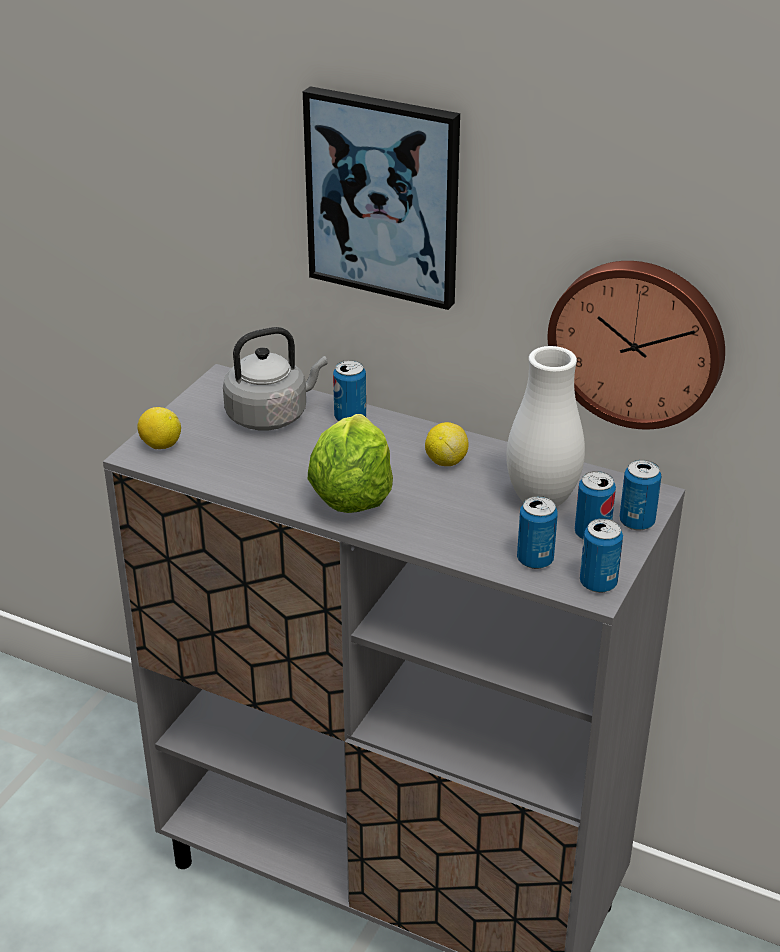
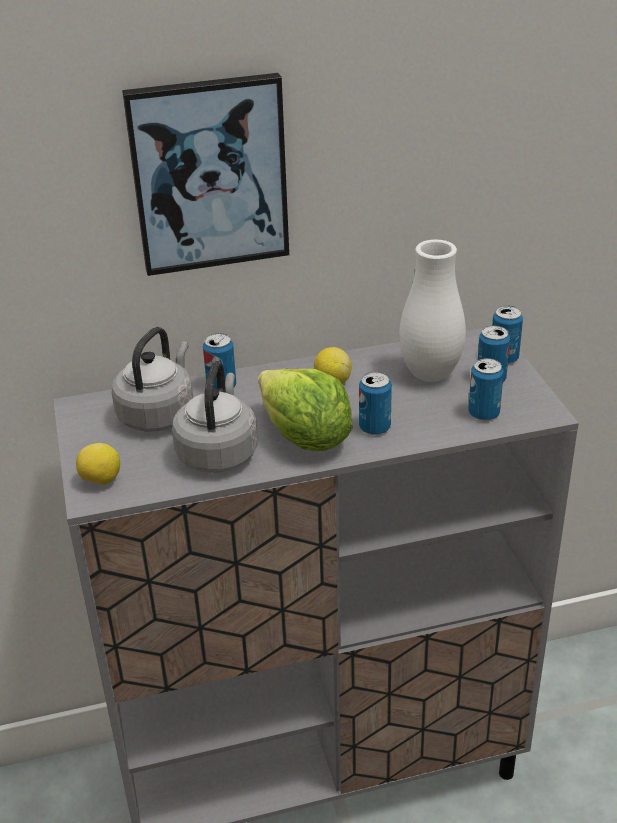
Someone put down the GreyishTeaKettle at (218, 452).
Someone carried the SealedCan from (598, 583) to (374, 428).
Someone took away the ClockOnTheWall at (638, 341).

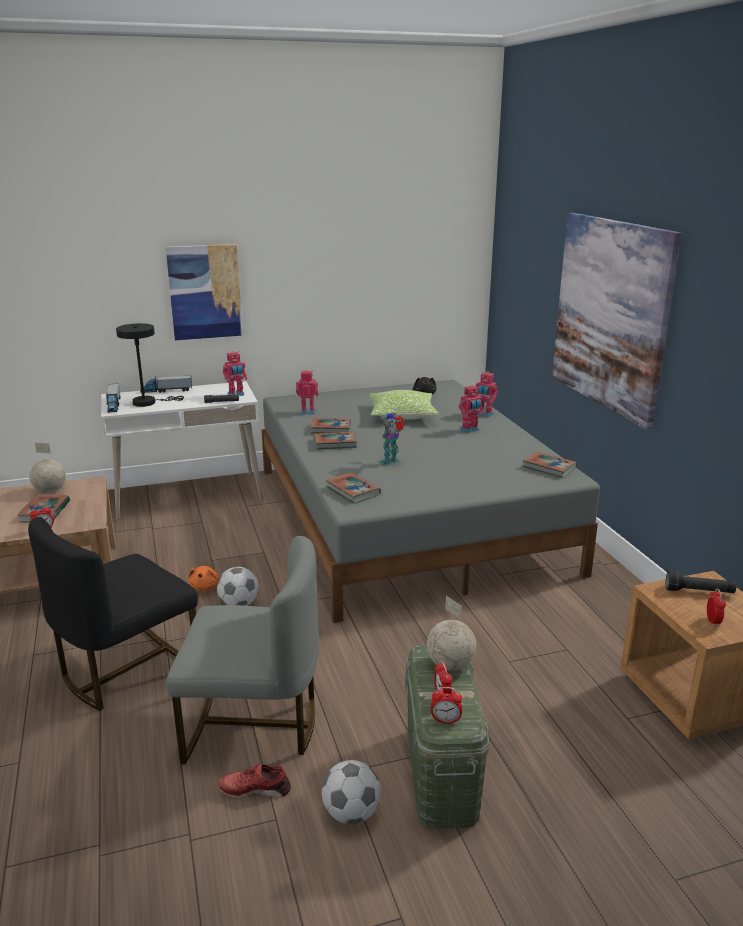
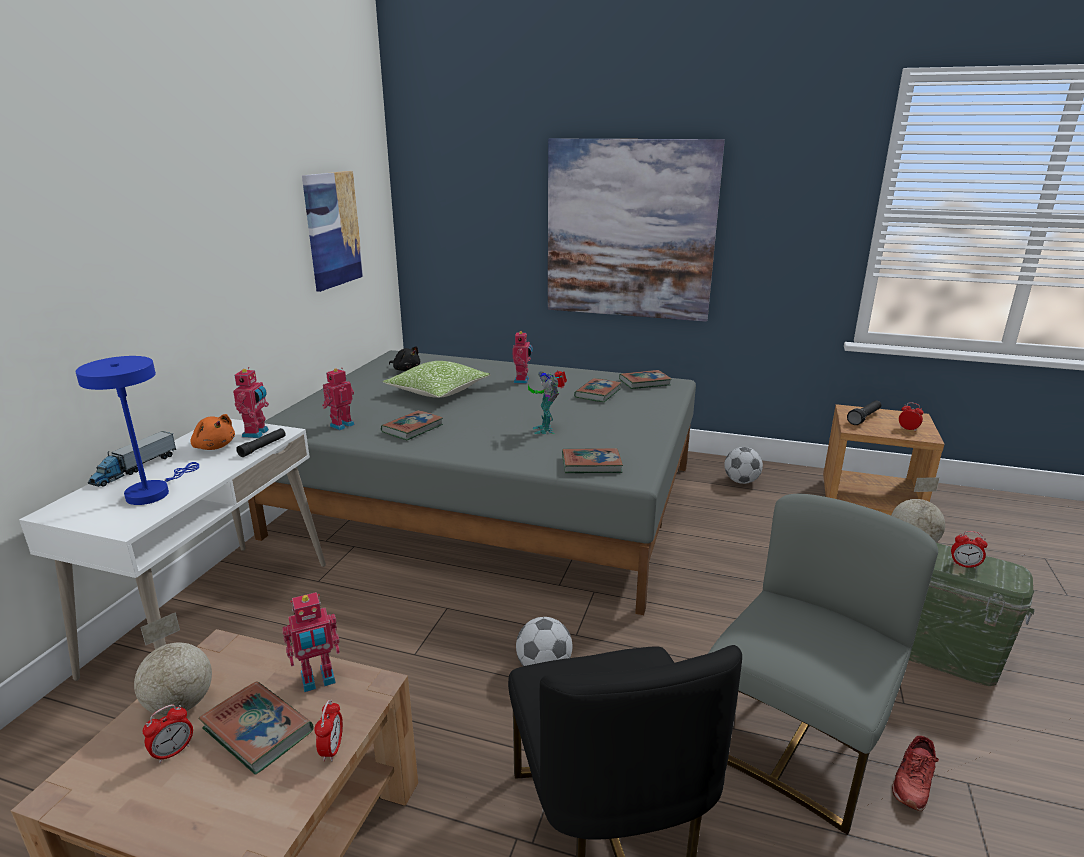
Someone repainted the BlackishLampForATable at (148, 402), which became the BluishLampForATable at (152, 492).
Someone carried the BedsideClock from (445, 721) to (173, 752).
Someone carried the OrangeColouredPlushToy from (205, 587) to (214, 446).
Someone carried the RobotFigure from (484, 414) to (318, 680).
Someone carried the WallArt from (205, 292) to (333, 229).
Someone carried the Book from (335, 443) to (598, 393).
Someone carried the BallForFootball from (351, 813) to (741, 481).
Someone took away the ToyTruck at (114, 405).

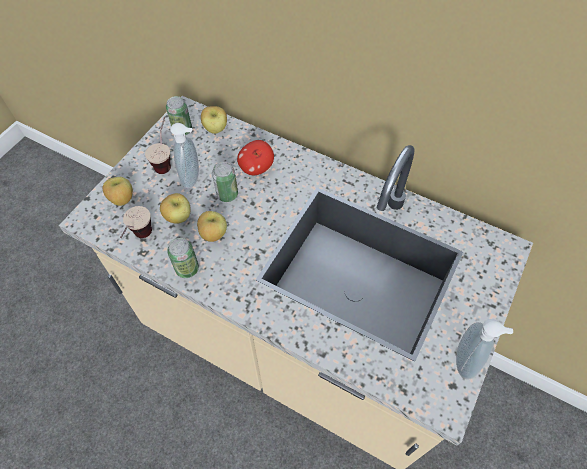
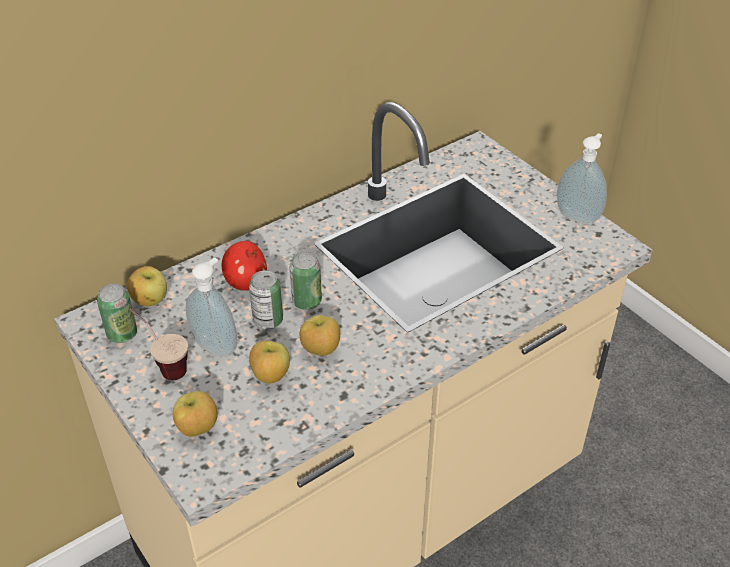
Someone carried the SealedCan from (187, 269) to (307, 301).
Someone took away the SmallCup at (140, 240).

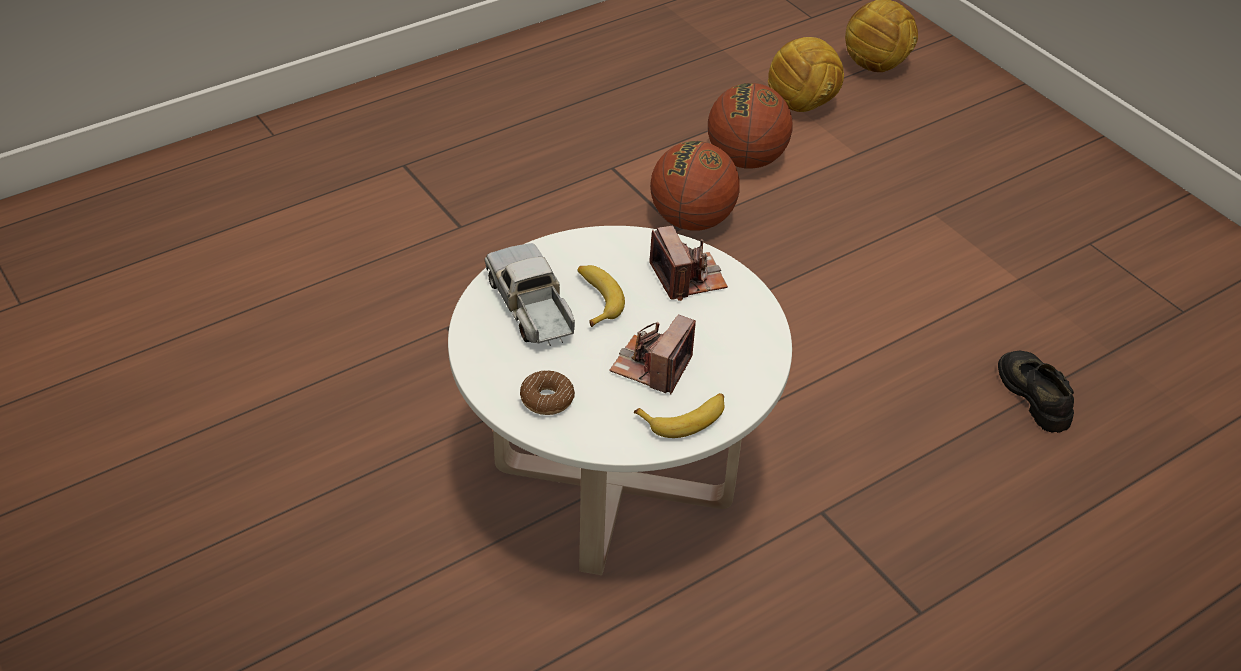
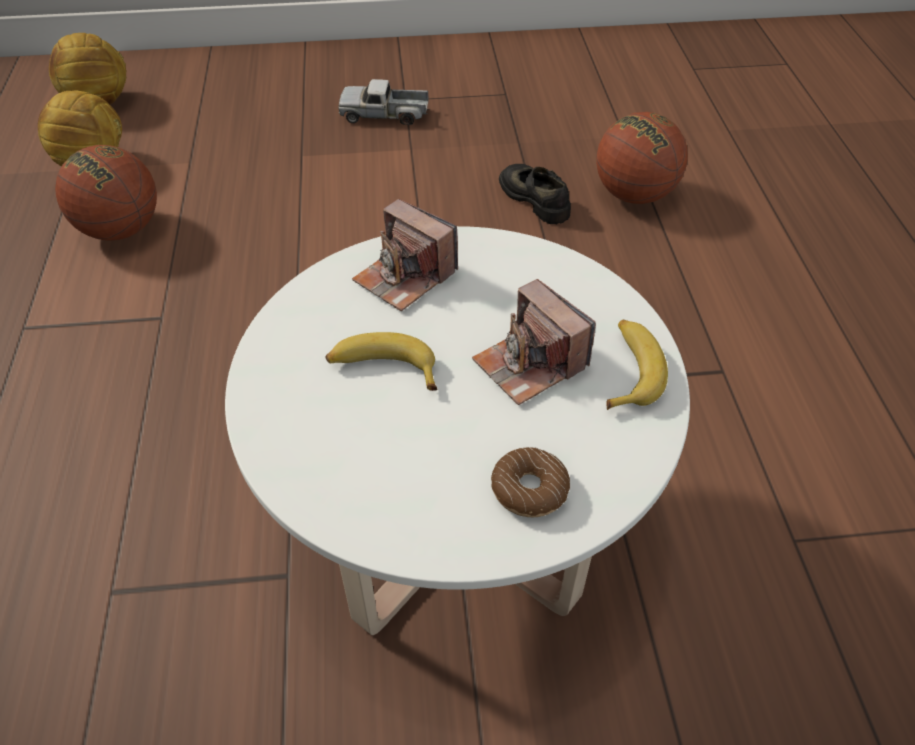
Someone carried the ToyTruck from (532, 307) to (384, 114).
Someone rotated the PhotoCamera at (687, 277) by 150 degrees counterclockwise.
Someone rotated the BlackishShoe at (1035, 395) by 45 degrees clockwise.
Someone carried the Basketball from (692, 220) to (634, 195).

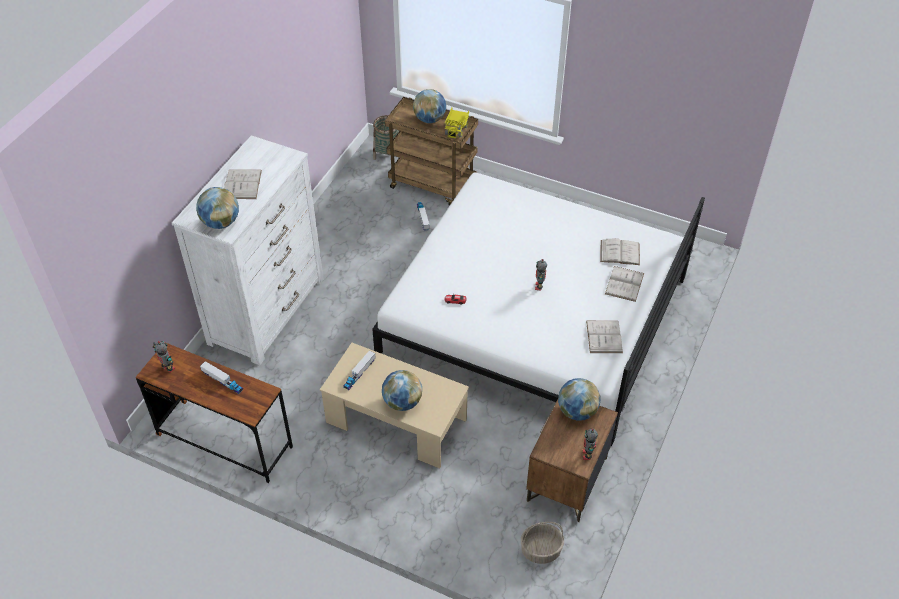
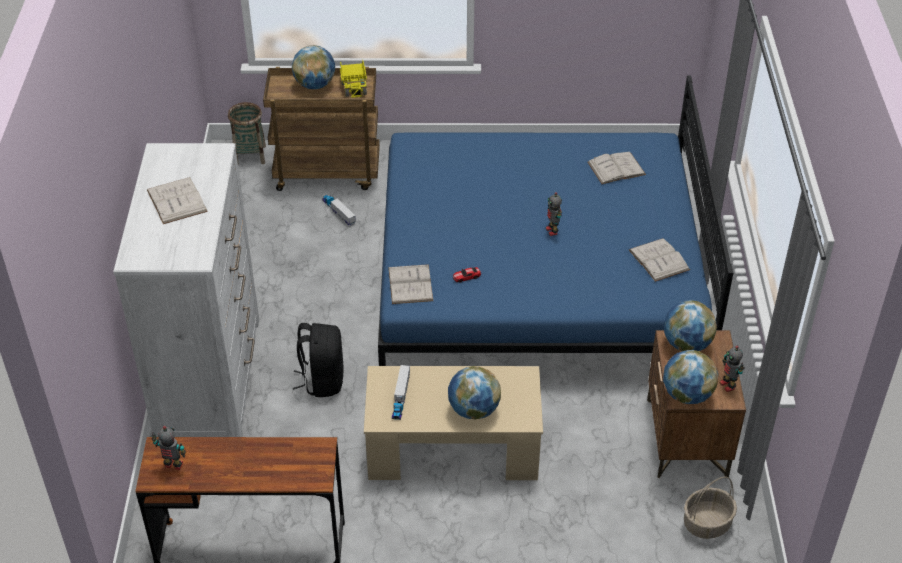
Someone put down the BlackishRucksack at (322, 380).
Someone repainted the WhiteColouredBed at (535, 316), which became the BluishBed at (539, 277).
Someone carried the WhiteColouredBook from (624, 283) to (410, 284).
Someone carried the WorldGlobe from (220, 222) to (686, 395).
Someone took away the ToyTruck at (222, 381).

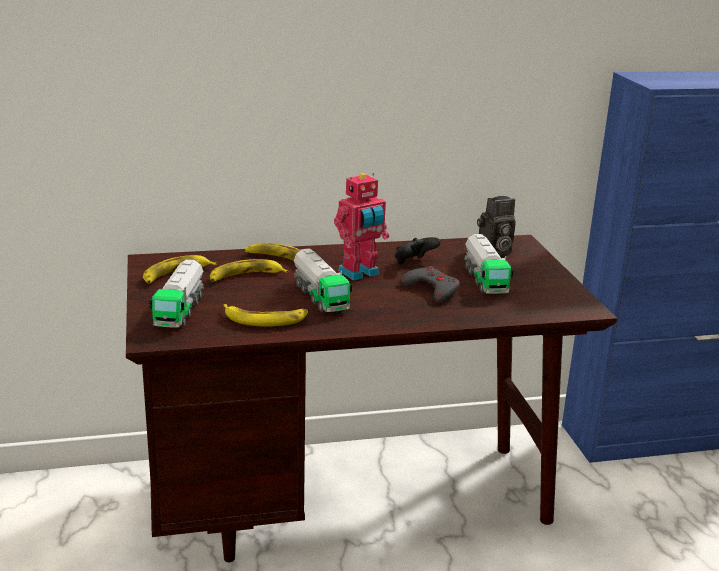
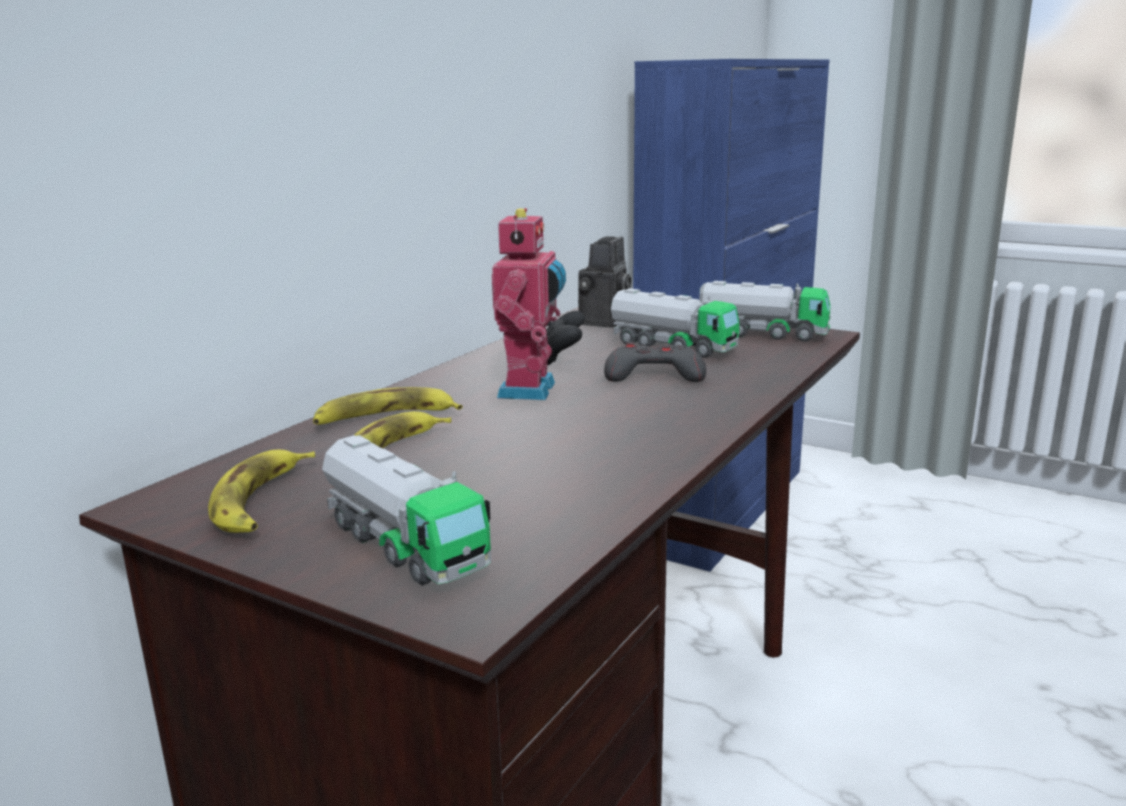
Someone carried the ToyTruck from (320, 296) to (762, 333).
Someone took away the WholeBanana at (265, 319).

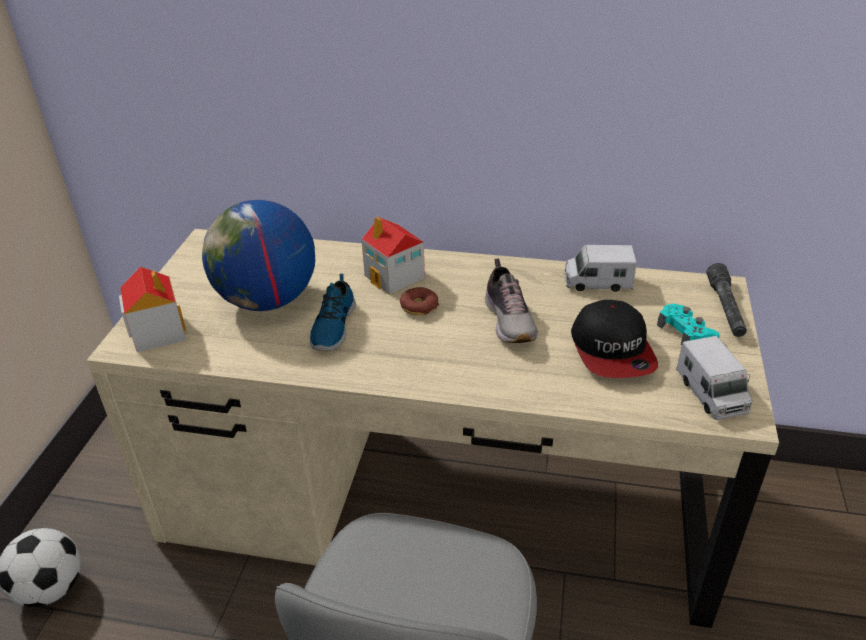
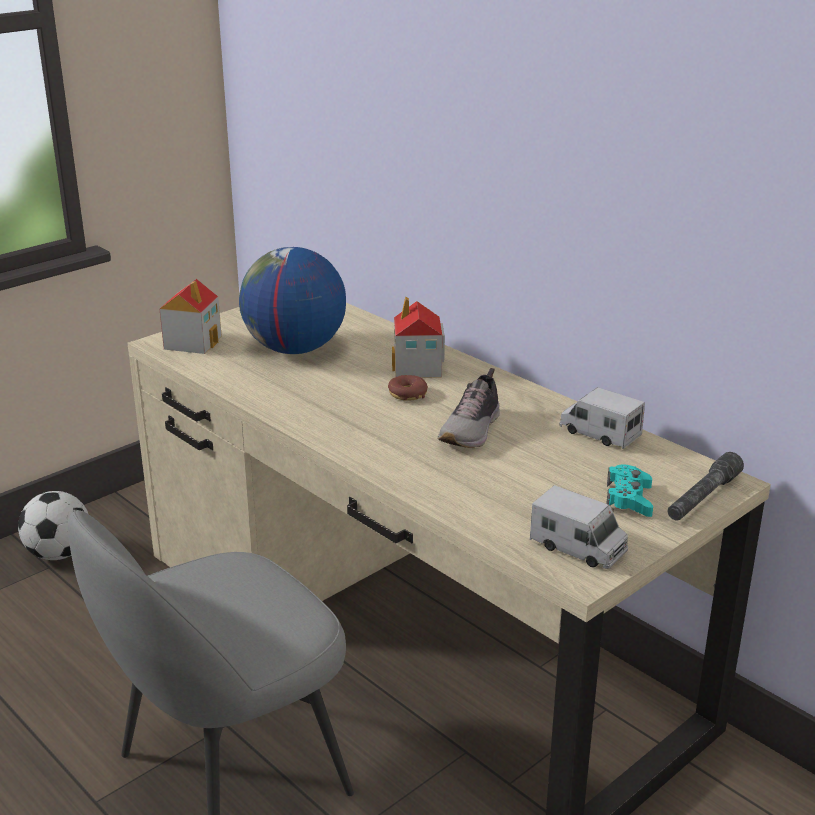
Someone rotated the ToyTruck at (711, 393) by 75 degrees counterclockwise.
Someone took away the Shoe at (332, 326).
Someone took away the PeakedCap at (613, 350).

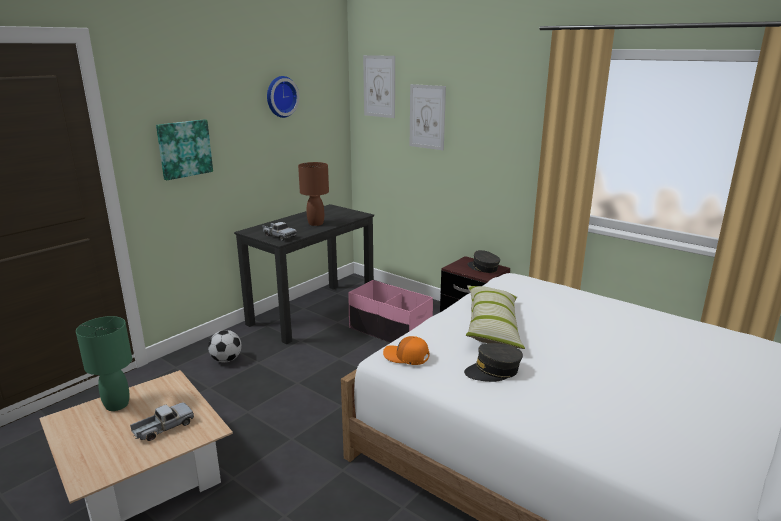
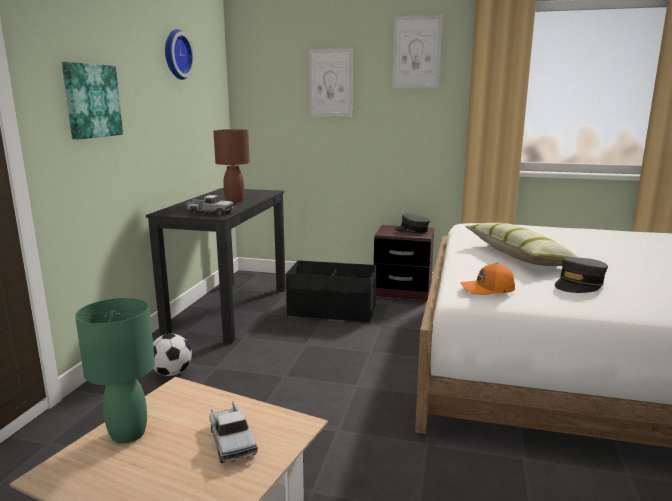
Someone rotated the ToyTruck at (163, 428) by 135 degrees clockwise.
Someone repainted the PinkishStorageBox at (390, 331), which became the BlackishStorageBox at (332, 311).
Someone carried the WallArt from (379, 86) to (416, 52).

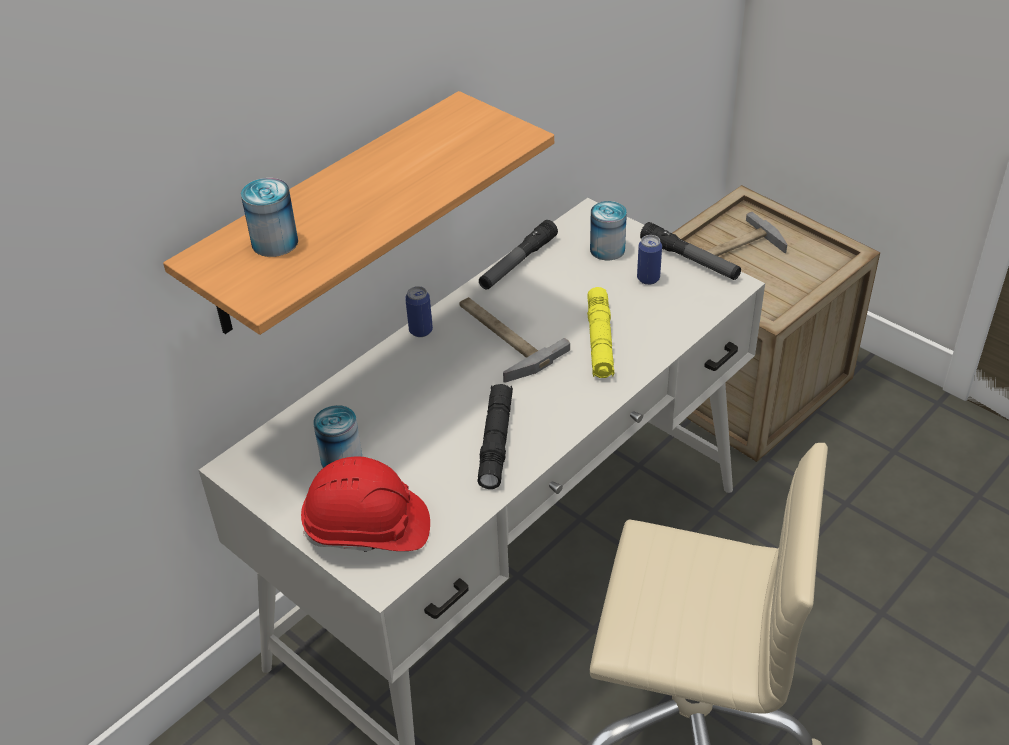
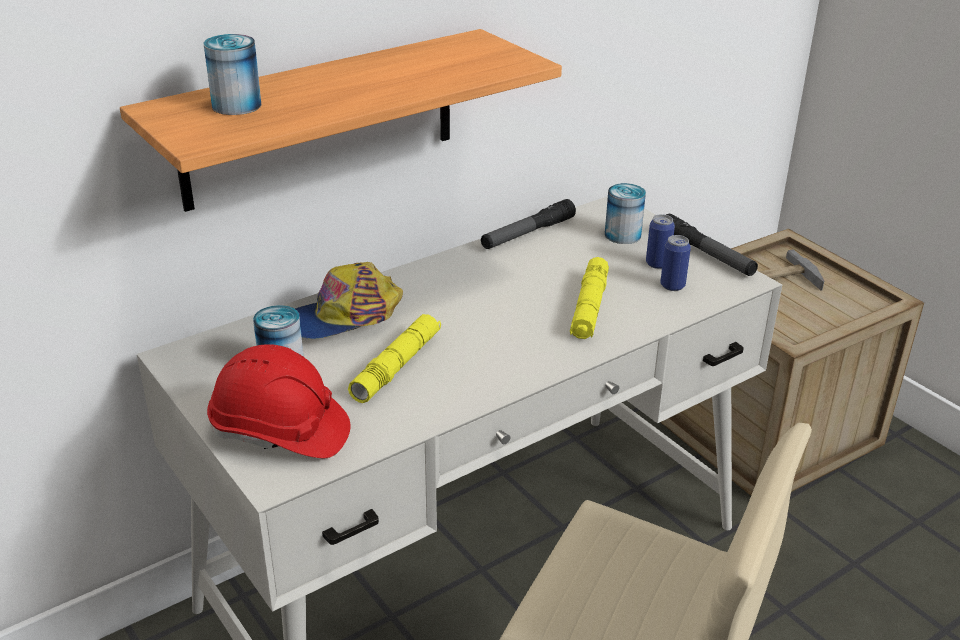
Someone put down the PeakedCap at (345, 317).
Someone put down the YellowColouredHandTorch at (396, 366).
Someone carried the SealedCan from (421, 331) to (672, 286).
Someone took away the HandHammer at (501, 337).
Someone took away the BlackishHandTorch at (496, 441).

